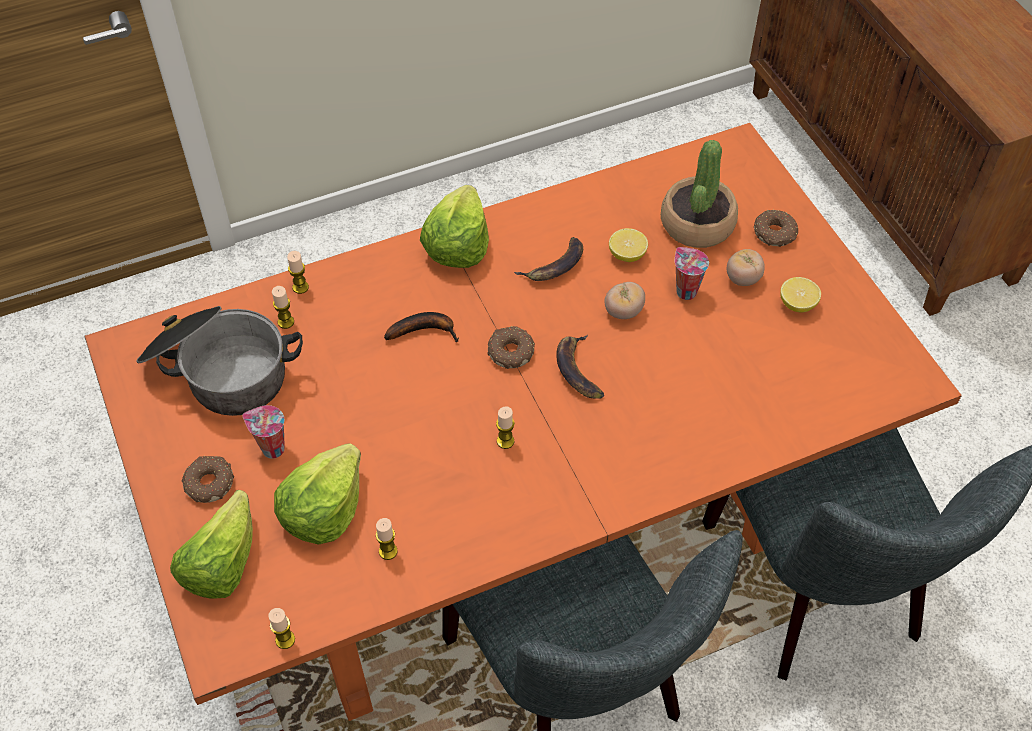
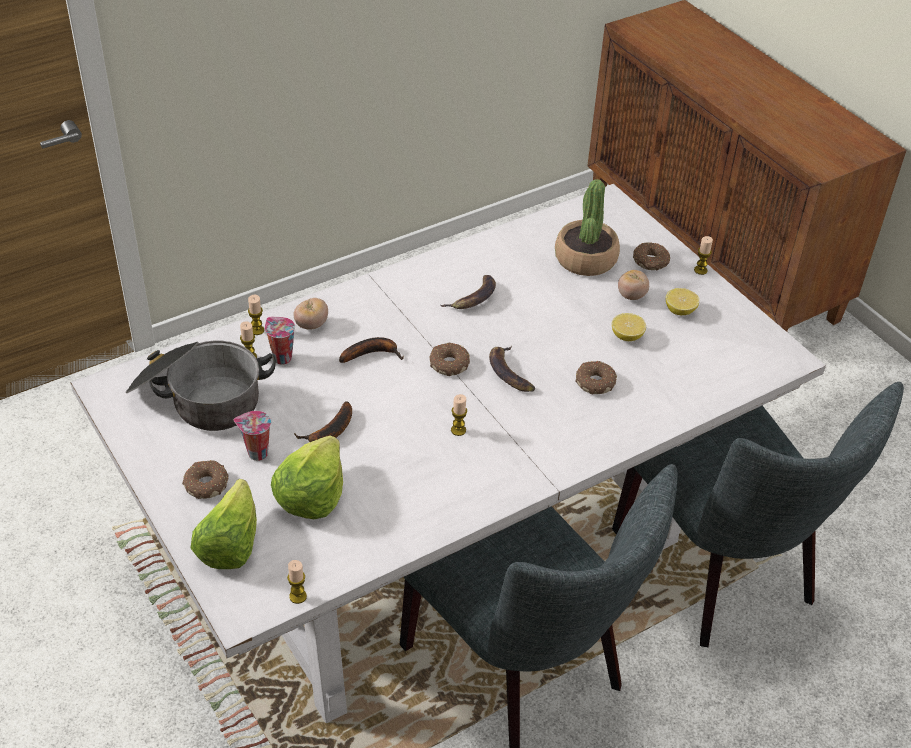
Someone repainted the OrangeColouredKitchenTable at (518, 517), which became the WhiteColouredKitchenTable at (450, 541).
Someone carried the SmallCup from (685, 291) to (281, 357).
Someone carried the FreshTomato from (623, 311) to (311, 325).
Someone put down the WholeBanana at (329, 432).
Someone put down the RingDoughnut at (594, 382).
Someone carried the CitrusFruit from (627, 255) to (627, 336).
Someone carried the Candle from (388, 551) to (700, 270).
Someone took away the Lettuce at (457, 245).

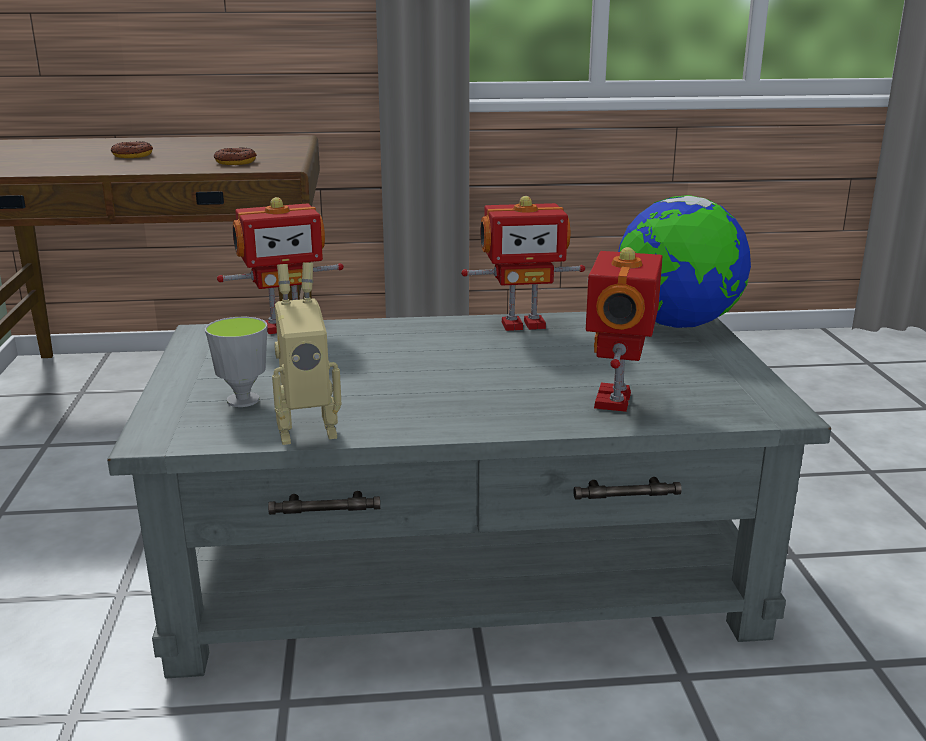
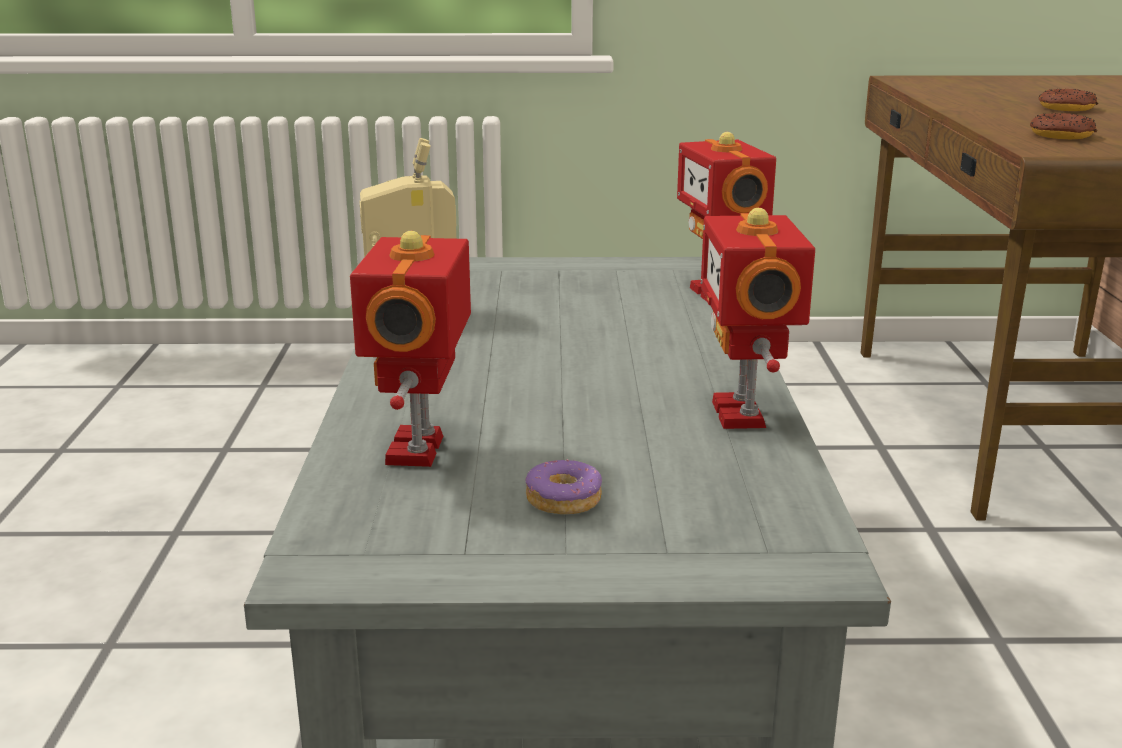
Someone rotated the RobotFigure at (616, 400) by 105 degrees counterclockwise.
Someone put down the RingDoughnut at (564, 500).
Someone took away the SmallCup at (243, 400).
Someone took away the WorldGlobe at (676, 325).

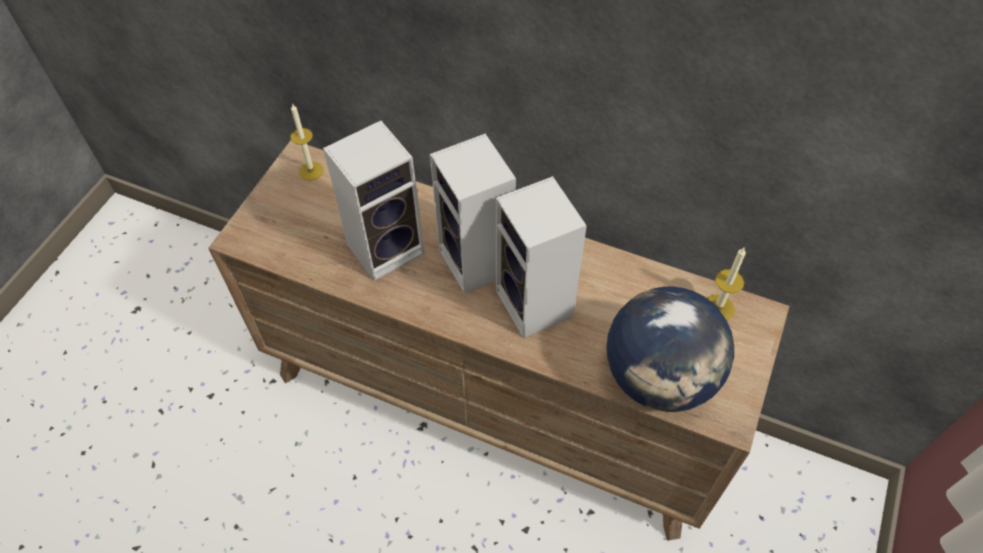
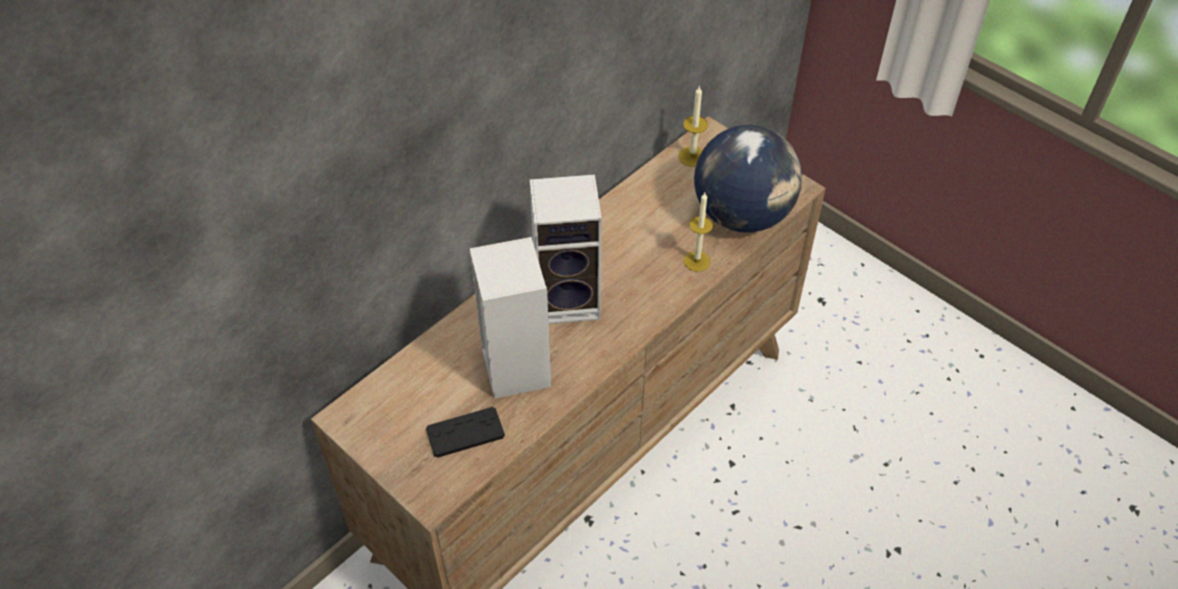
Someone put down the BlackishGameController at (465, 433).
Someone carried the Candle from (311, 171) to (697, 261).
Someone took away the AudioSpeaker at (537, 305).

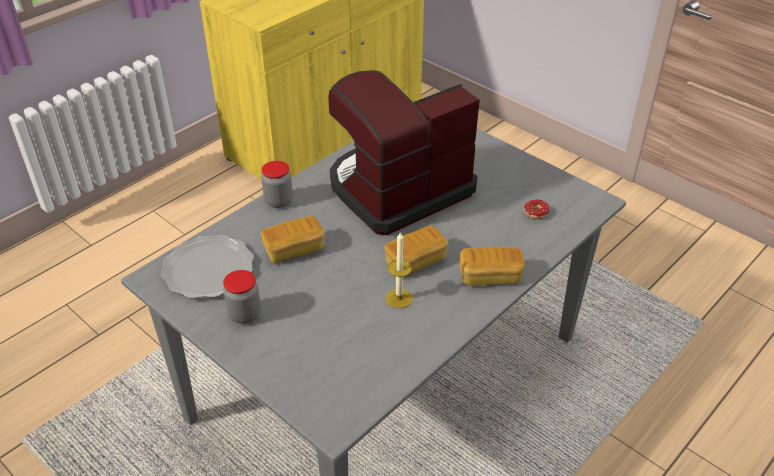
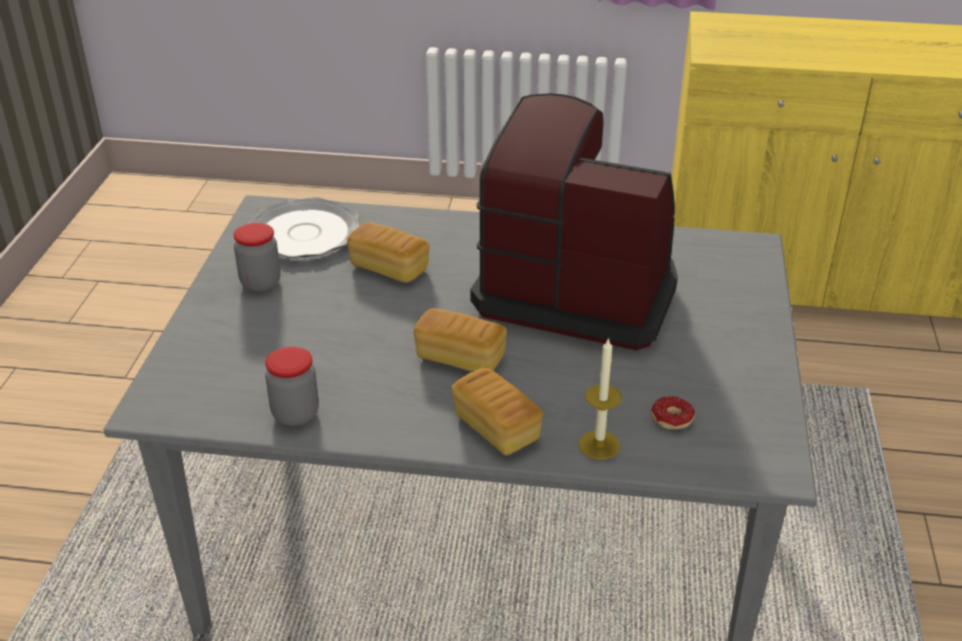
Someone carried the StorageJar from (278, 201) to (295, 414).
Someone carried the Candle from (399, 298) to (599, 445).

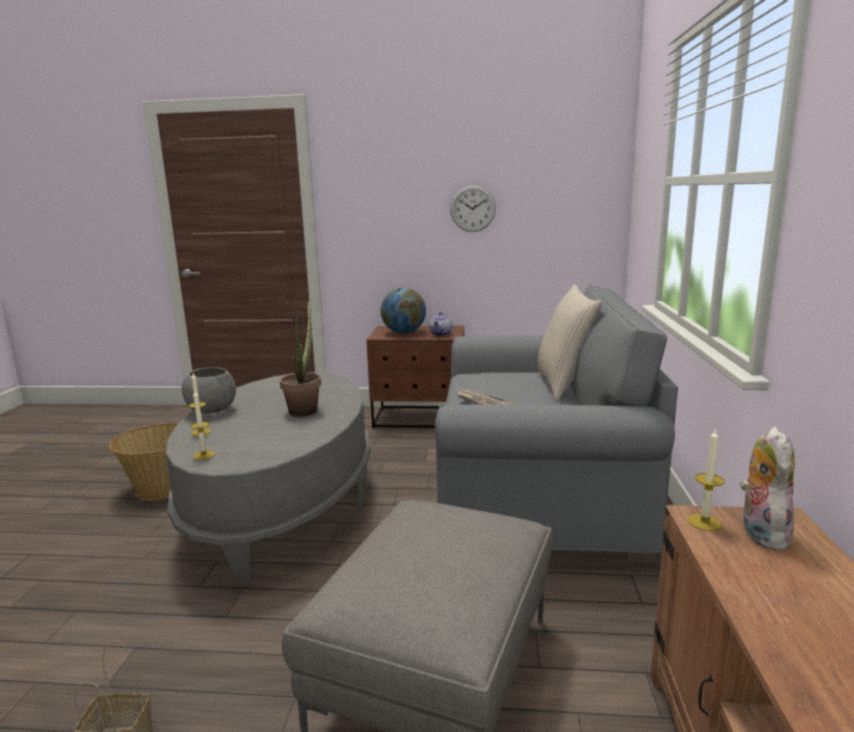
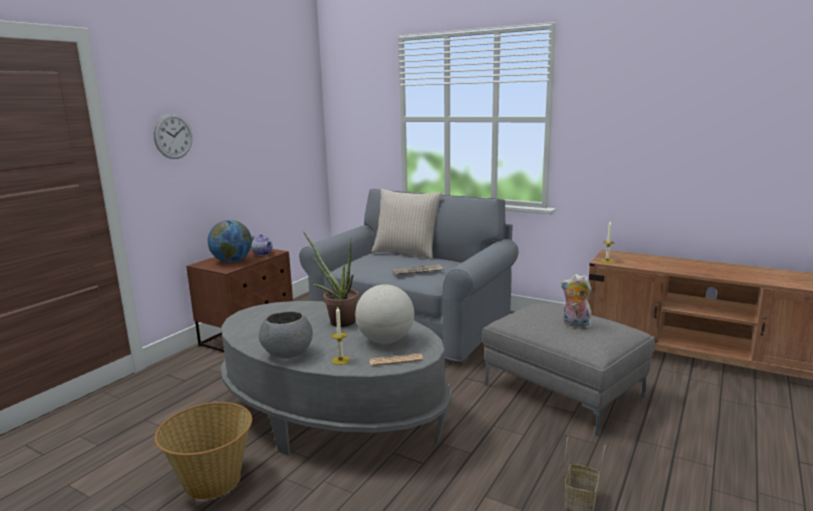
Someone carried the ClockOnTheWall from (473, 208) to (173, 136).
Someone put down the WorldGlobe at (385, 341).
Someone swapped the Candle at (204, 455) for the DailyPaper at (396, 360).
Someone carried the PlushToy from (760, 533) to (575, 325).

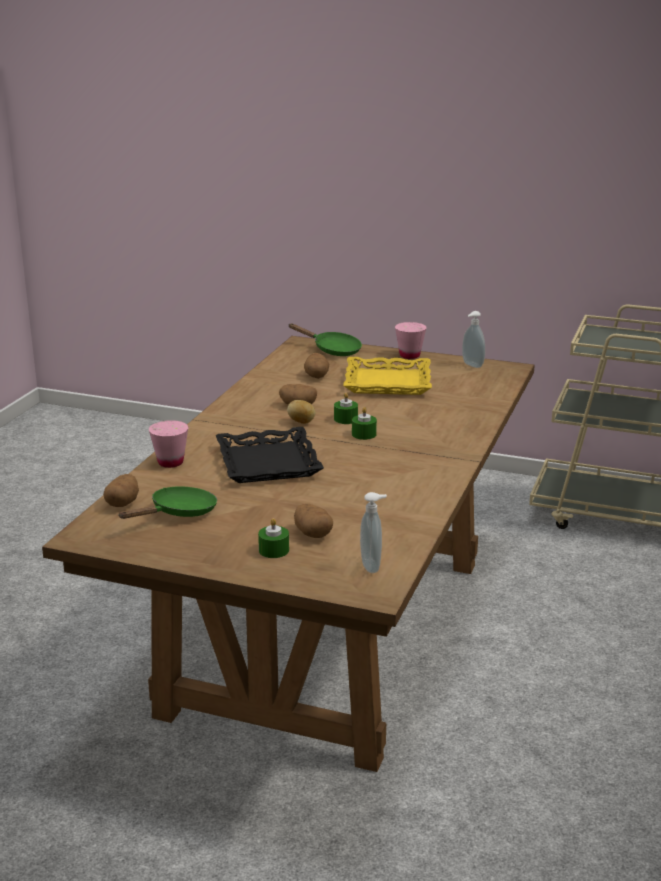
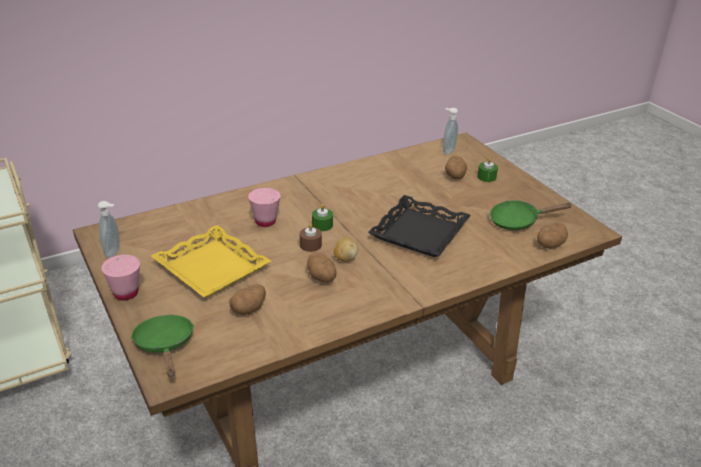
Someone carried the PinkishSmallCup from (170, 462) to (265, 221).
Someone repainted the GreenCandle at (345, 419), which became the BrownCandle at (310, 245).

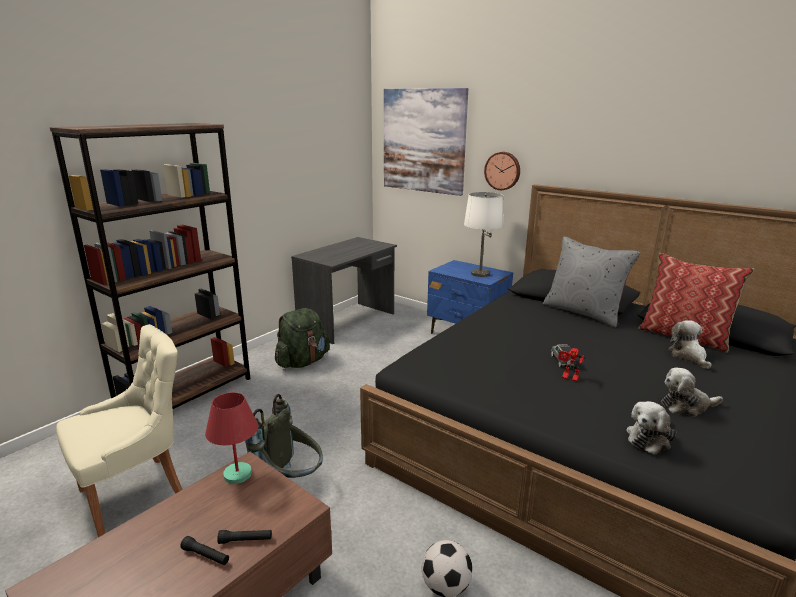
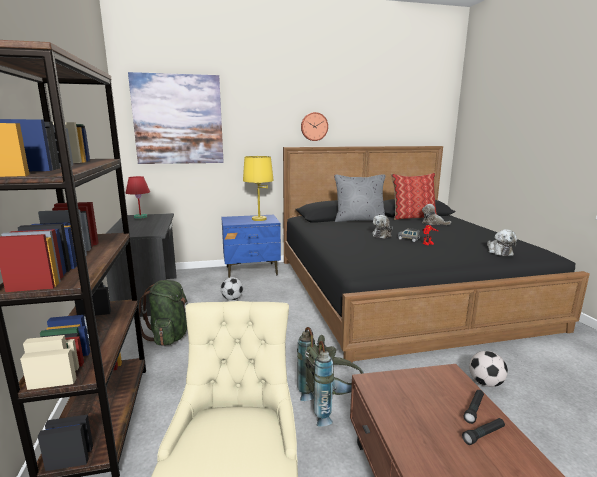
Someone carried the RedColouredLampForATable from (238, 474) to (140, 217).
Someone put down the BallForFootball at (232, 299).
Someone repainted the WhiteColouredLampForATable at (480, 274), which became the YellowColouredLampForATable at (259, 219).
Someone carried the ClockOnTheWall from (503, 171) to (314, 126).
Someone carried the PlushToy from (686, 406) to (382, 235).

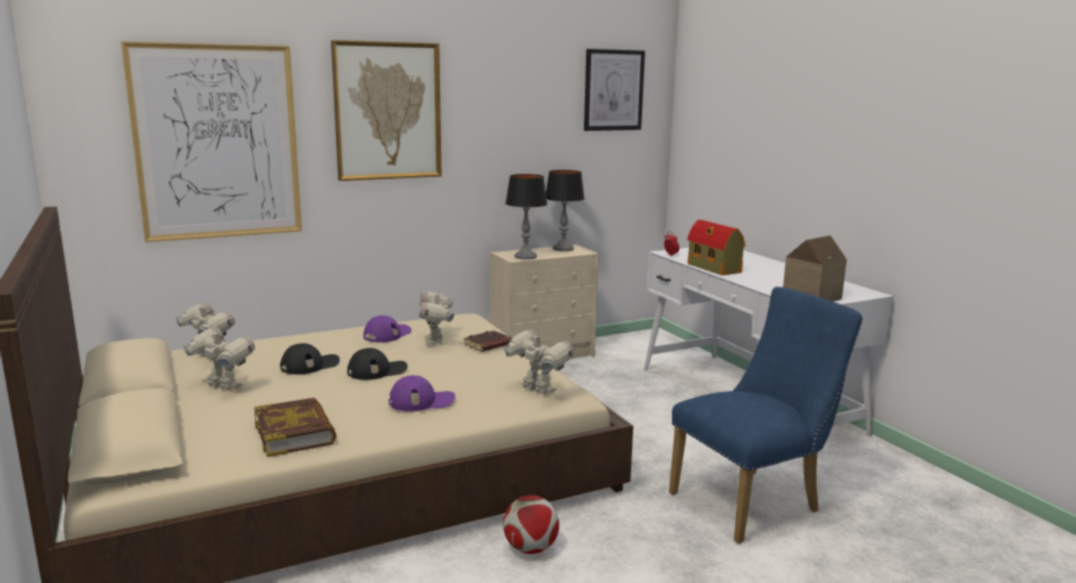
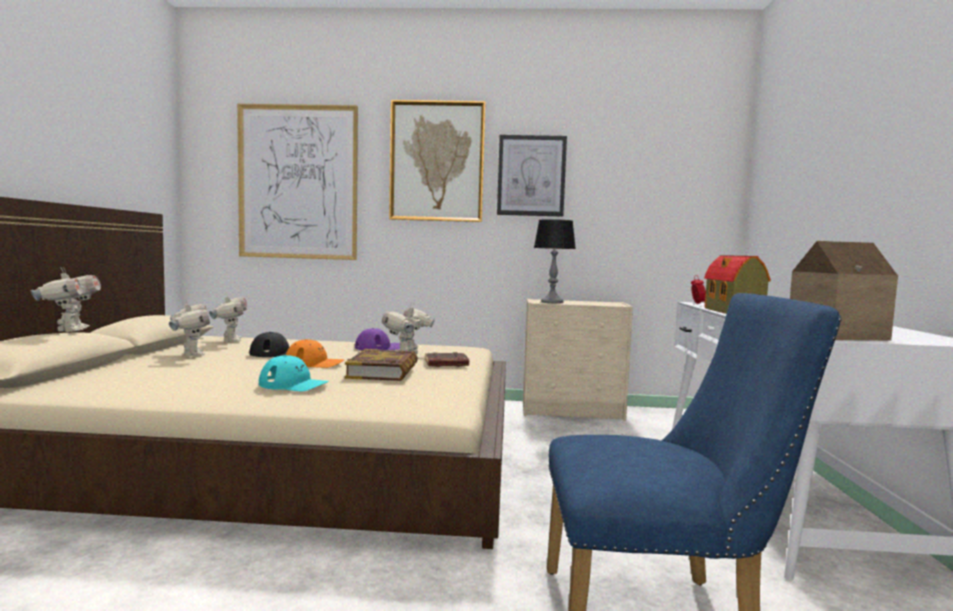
Someone carried the RobotFigure from (537, 390) to (70, 330).
Someone repainted the PurpleColouredPeakedCap at (422, 401), which became the BlueGreenPeakedCap at (294, 384).
Someone repainted the BlackishPeakedCap at (377, 371), which became the OrangeColouredPeakedCap at (314, 363).
Someone carried the Book from (295, 433) to (383, 371).
Someone carried the WallArt from (613, 90) to (531, 176).
Someone took away the BallForFootball at (531, 549).
Someone took away the LampForATable at (563, 249).

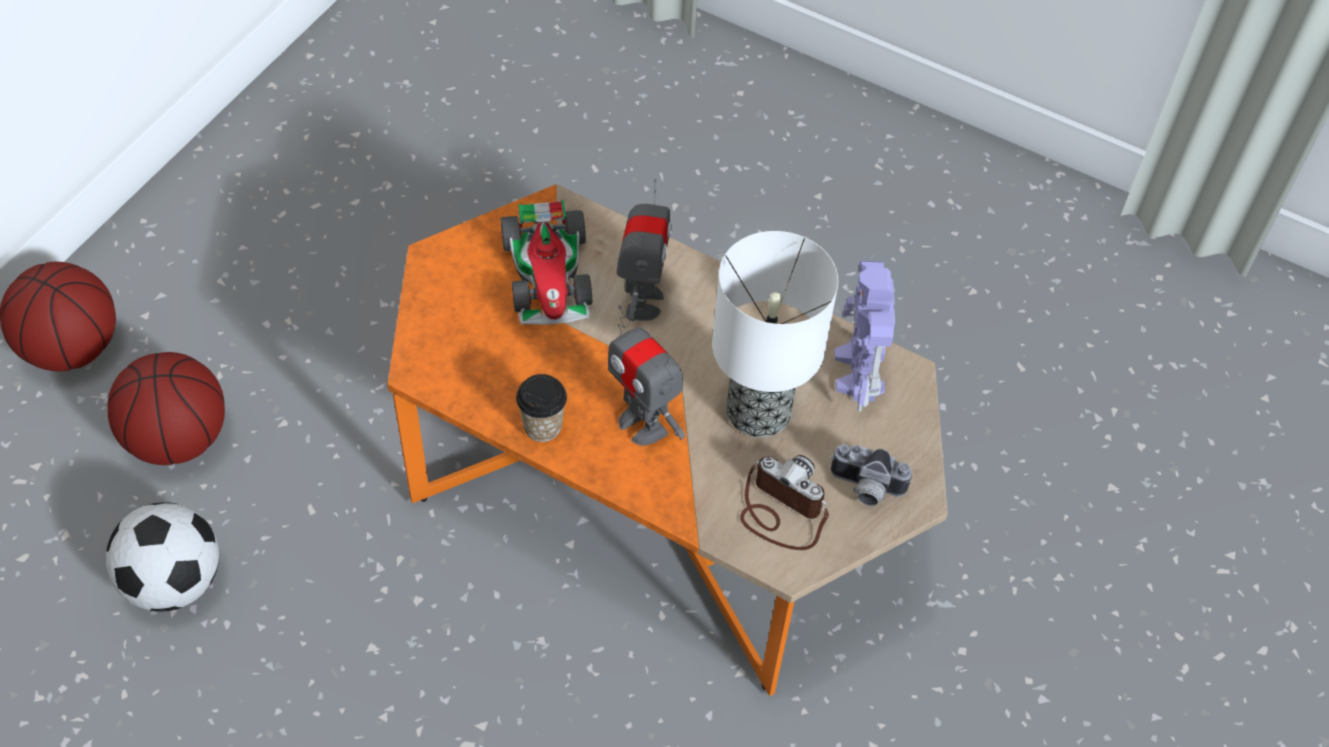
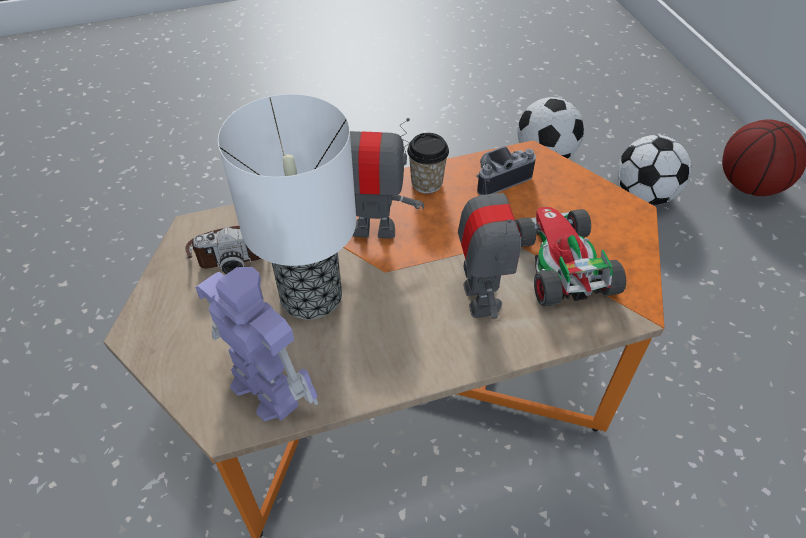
Someone rotated the RobotFigure at (642, 302) by 150 degrees counterclockwise.
Someone carried the PhotoCamera from (865, 489) to (499, 178).
Someone rotated the ModelCar at (549, 274) by 45 degrees clockwise.
Someone swapped the Basketball at (177, 438) for the BallForFootball at (644, 195).

